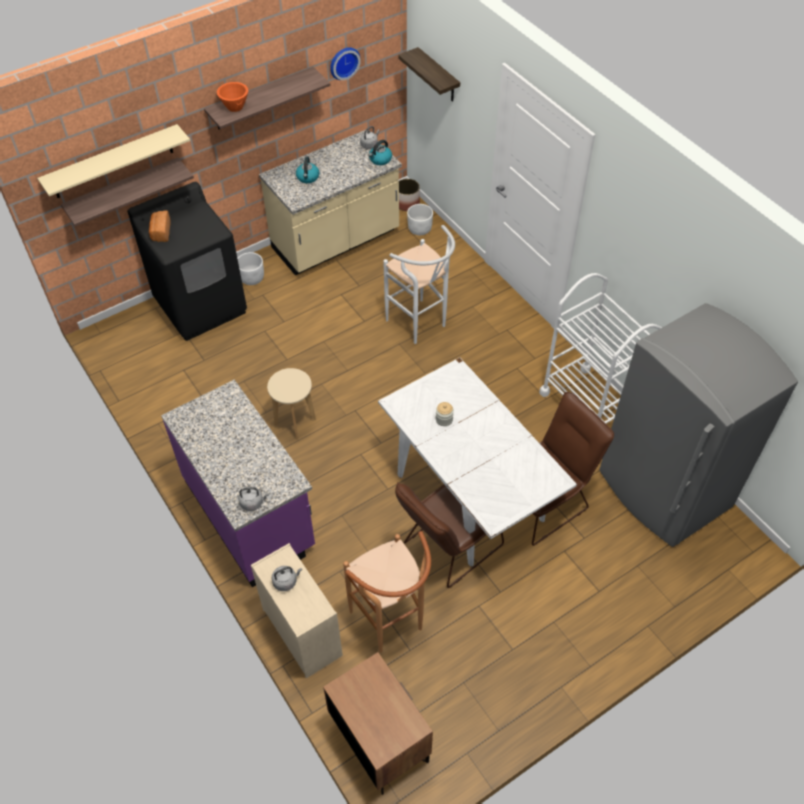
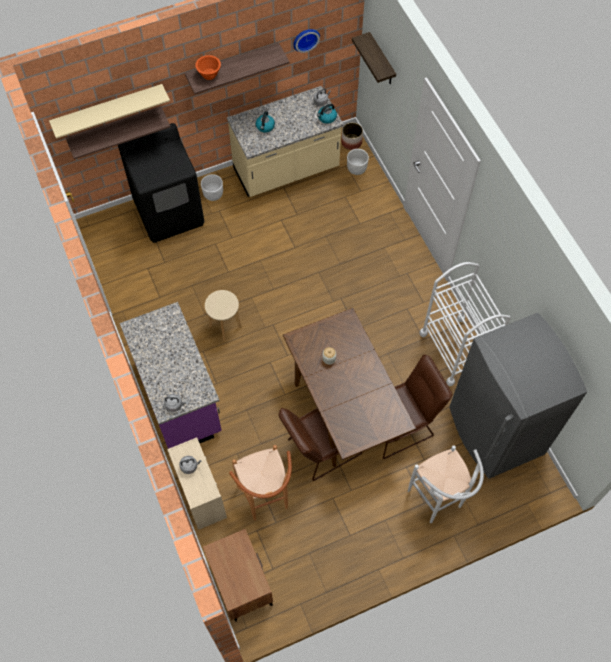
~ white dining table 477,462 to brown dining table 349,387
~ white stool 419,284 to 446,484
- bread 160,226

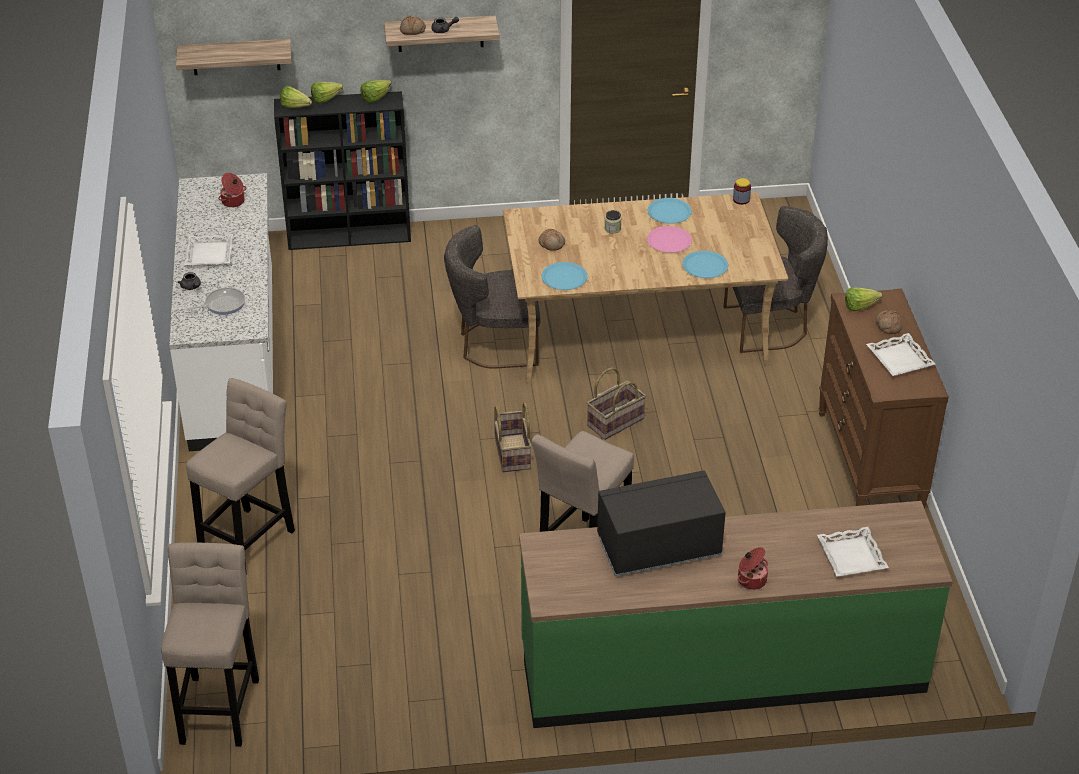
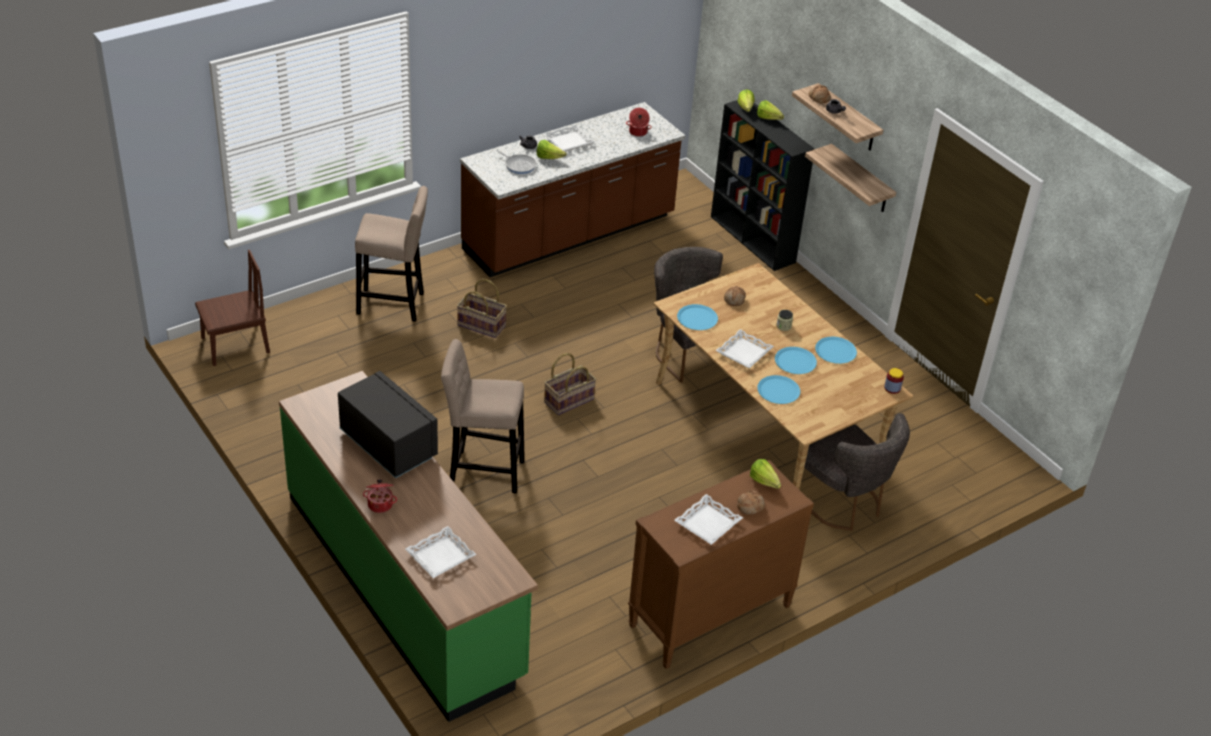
~ beige stool 210,644 to brown chair 232,308
~ basket 616,403 to 482,308
~ white counter 221,312 to brown counter 573,189
~ lettuce 375,91 to 551,149
+ white tray 744,348
~ pink plate 669,239 to blue plate 796,360
~ shelf 234,57 to 850,178

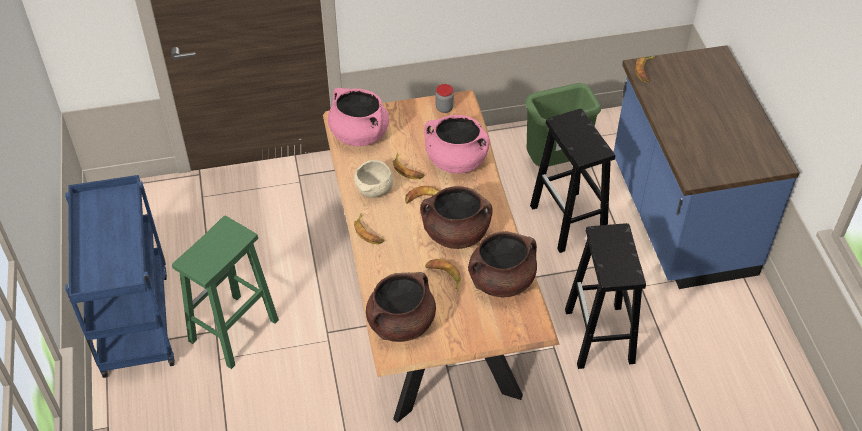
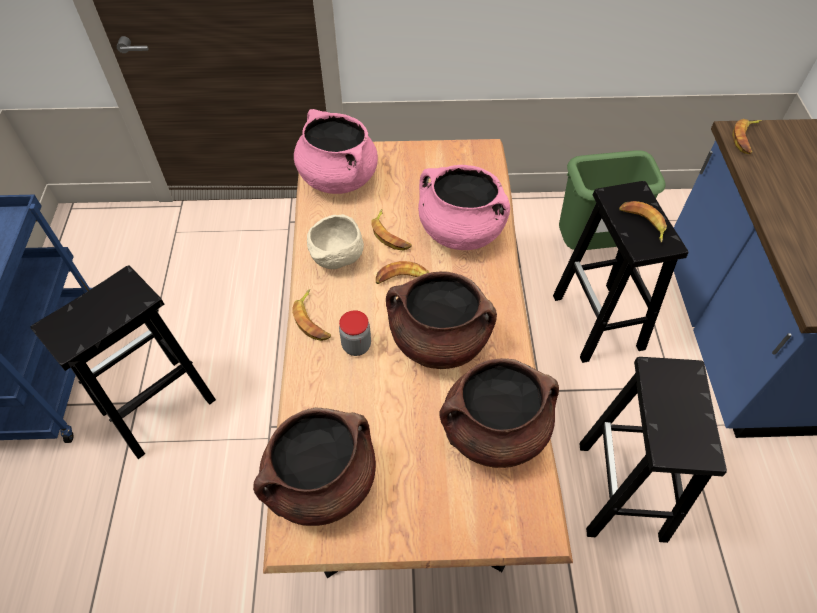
~ green stool 225,292 to black stool 123,362
~ jar 445,98 to 355,333
~ banana 443,275 to 643,222

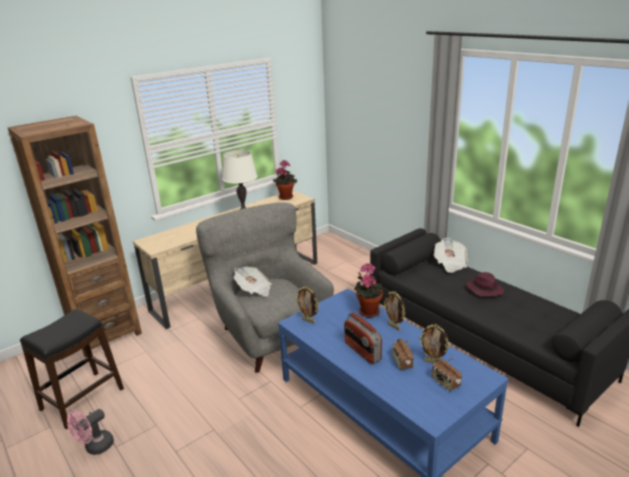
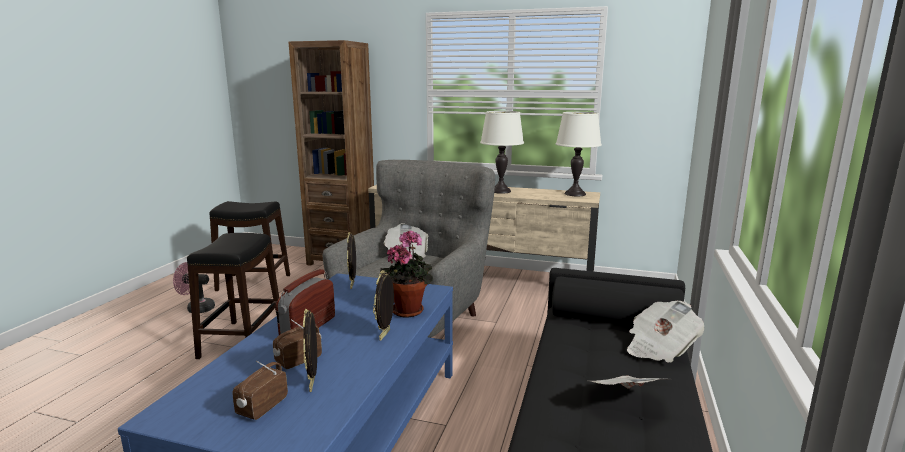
+ black stool 233,296
~ potted plant 285,180 to white table lamp 579,154
~ purple hat 485,284 to newspaper 628,382

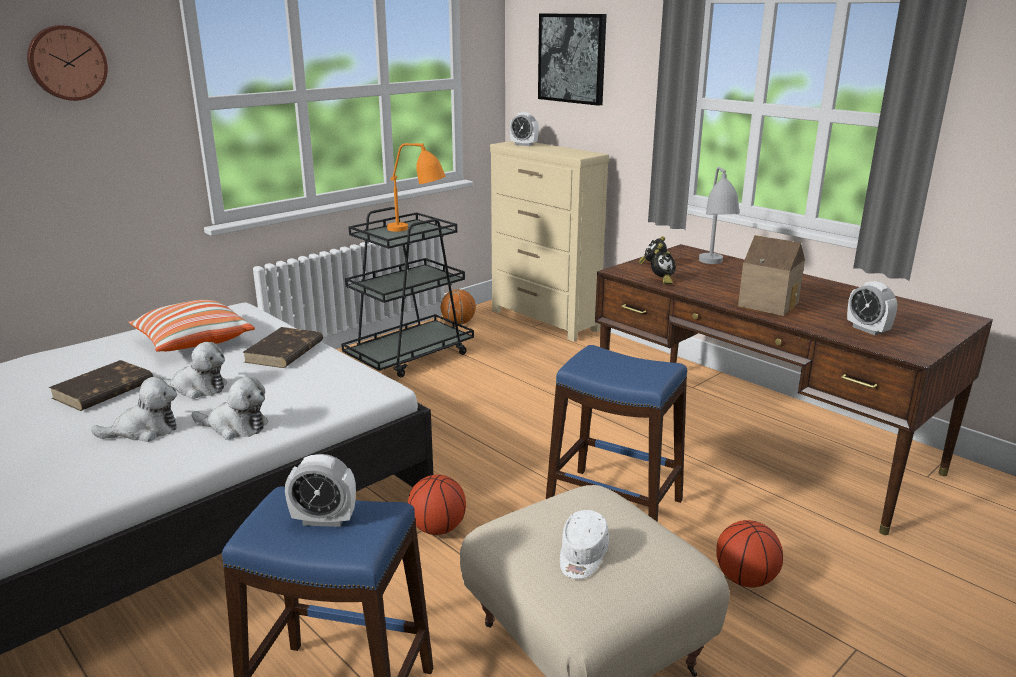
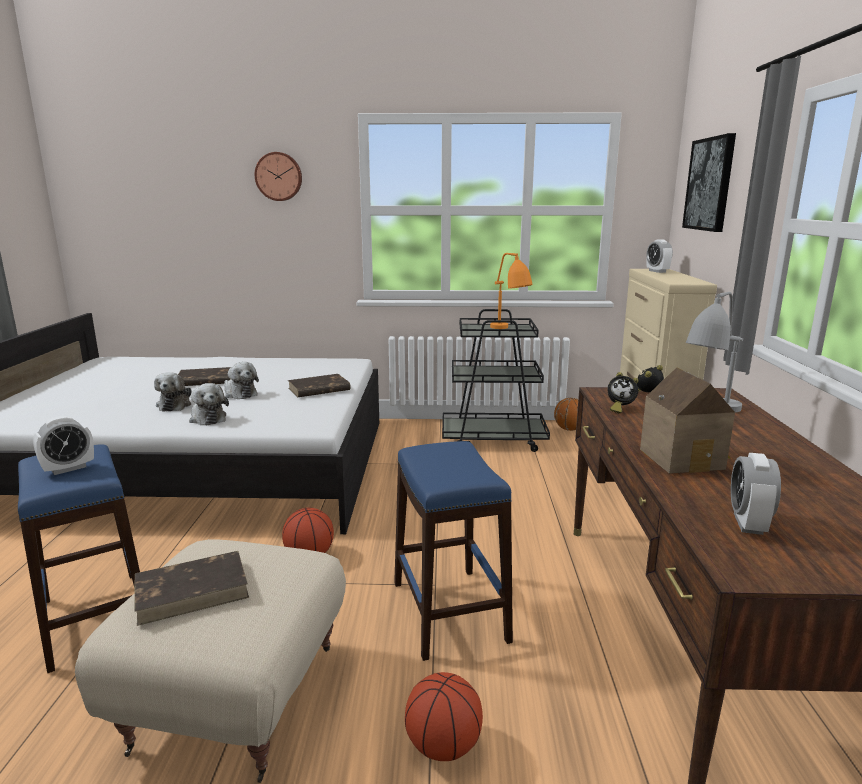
~ alarm clock 320,490 = 63,445 90 degrees counterclockwise
~ white cap 584,544 to brown book 191,588
~ plush toy 134,409 = 172,392 60 degrees clockwise
- pillow 191,326

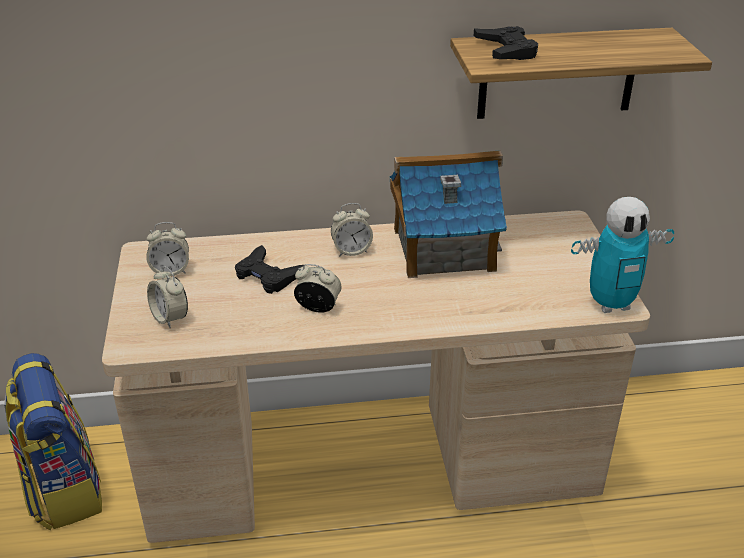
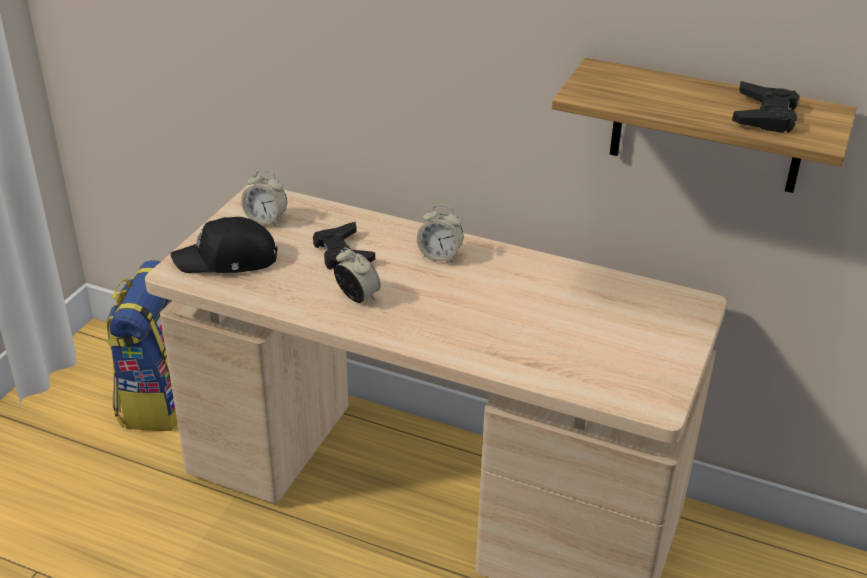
~ alarm clock 167,297 to black cap 223,245
~ black game controller 506,43 to 766,107
- toy house 448,214
- toy robot 622,255

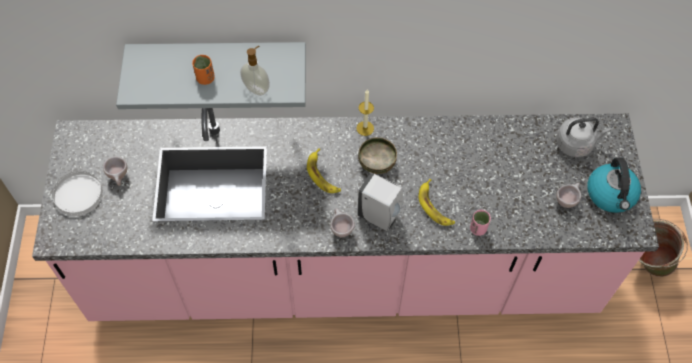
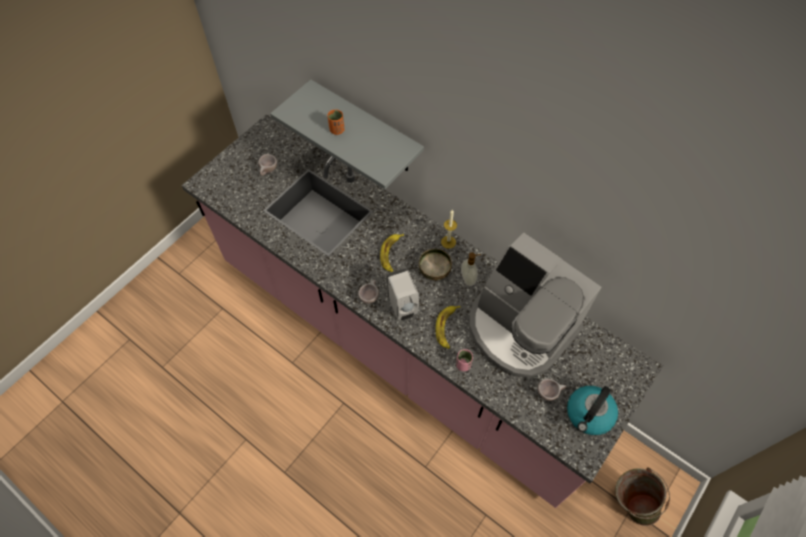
~ soap dispenser 255,71 to 471,269
+ coffee machine 535,305
- white plate 78,193
- grey kettle 583,137

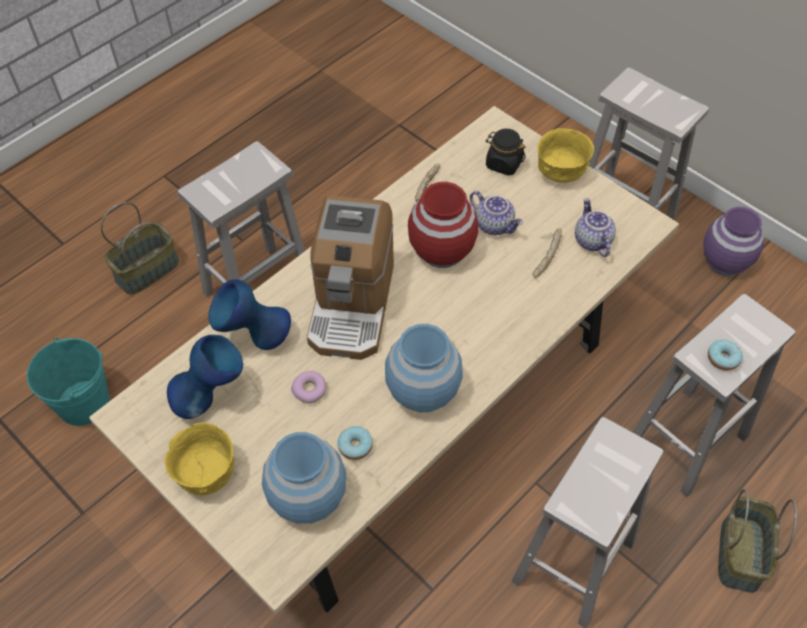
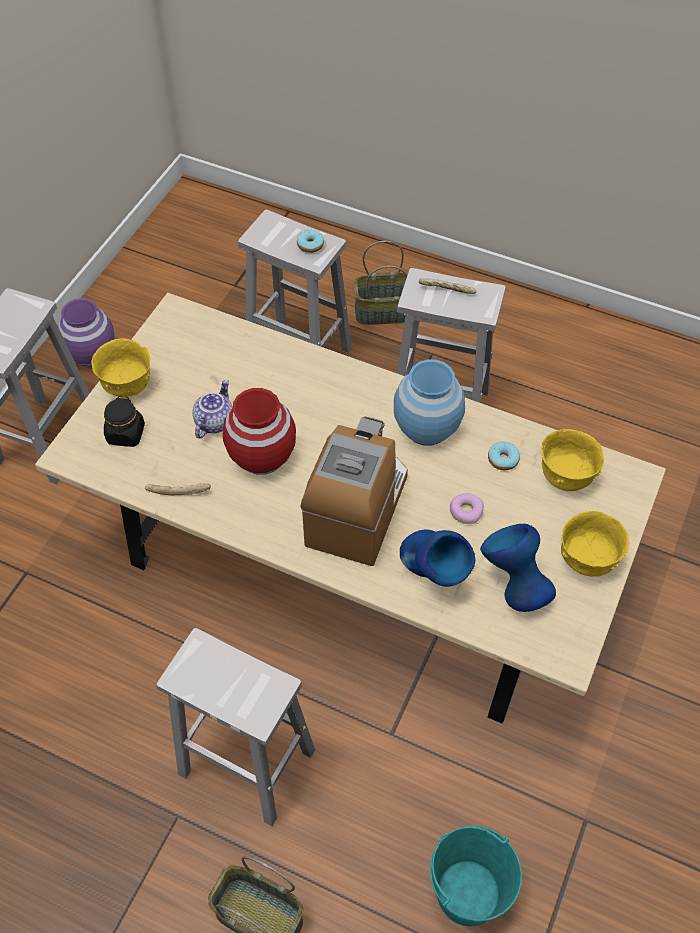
~ coffee machine 350,277 = 354,491 60 degrees counterclockwise
~ bread 547,253 to 448,286
~ blue vase 304,478 to yellow bowl 573,460
- teapot 595,227

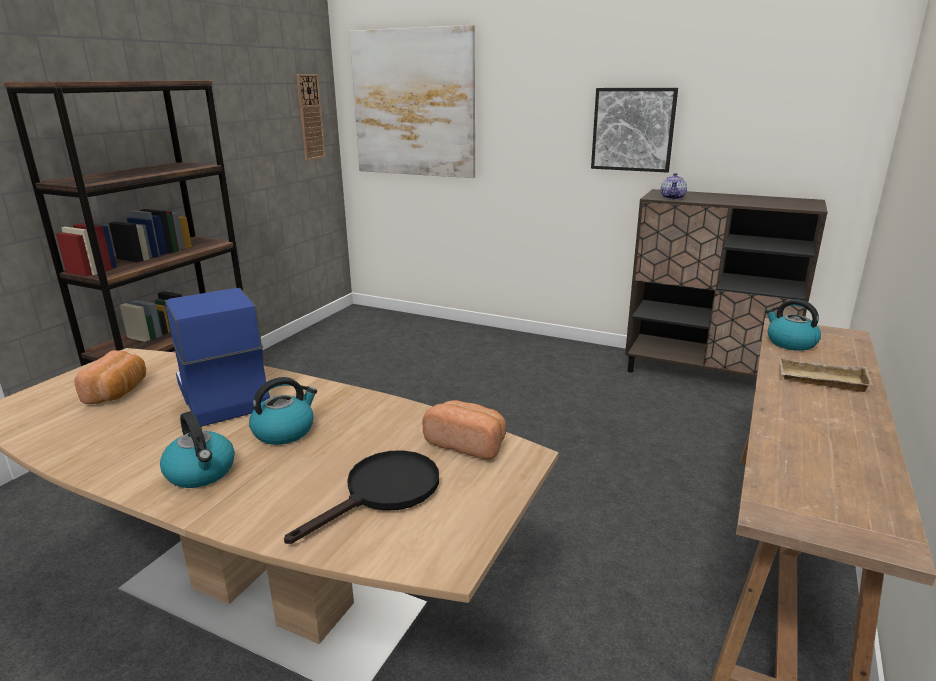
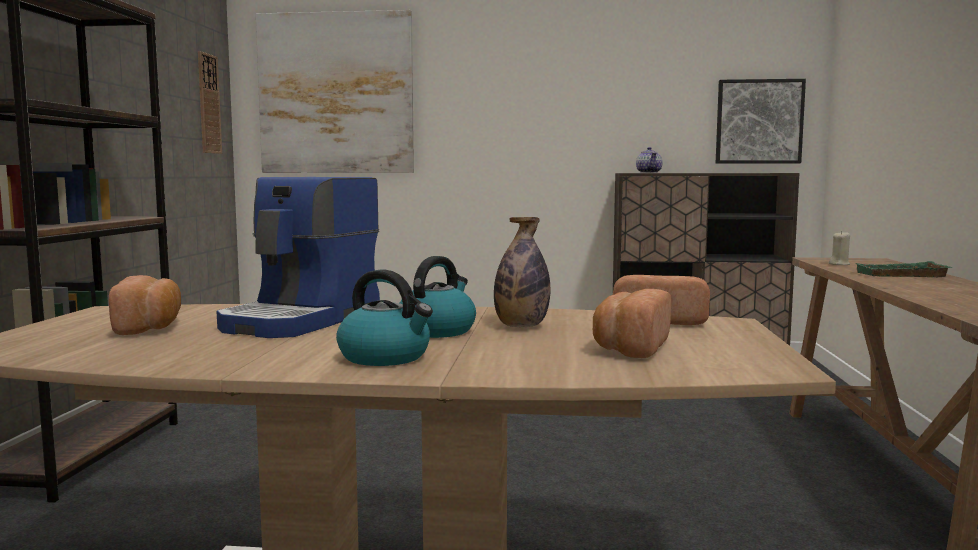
~ coffee machine 217,357 = 298,257 105 degrees counterclockwise
+ bottle 522,272
~ black frying pan 361,497 to bread 632,323
~ picture 634,130 to 761,121
~ kettle 793,325 to beige candle 839,248
~ beige tray 826,374 to green tray 904,269

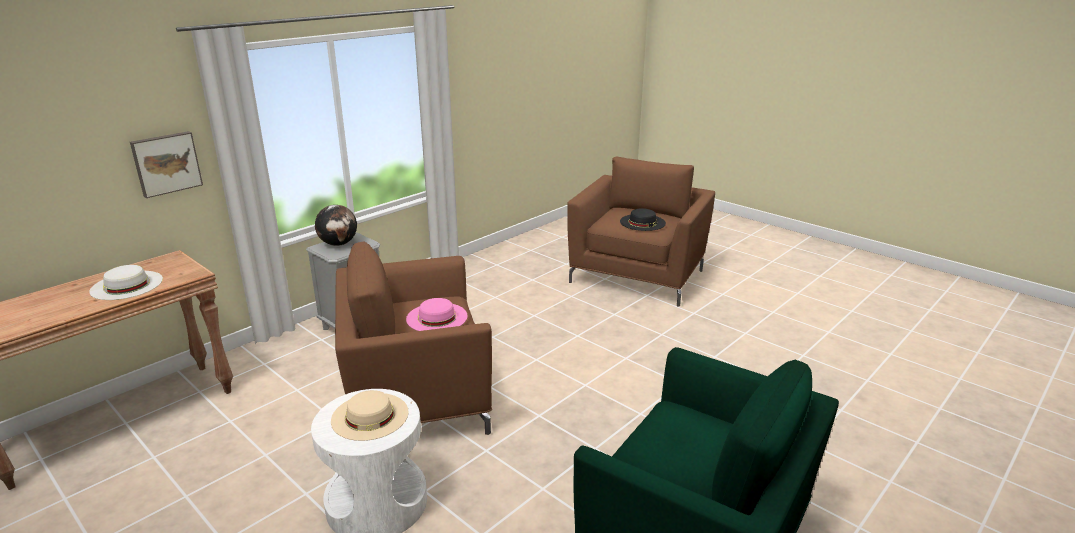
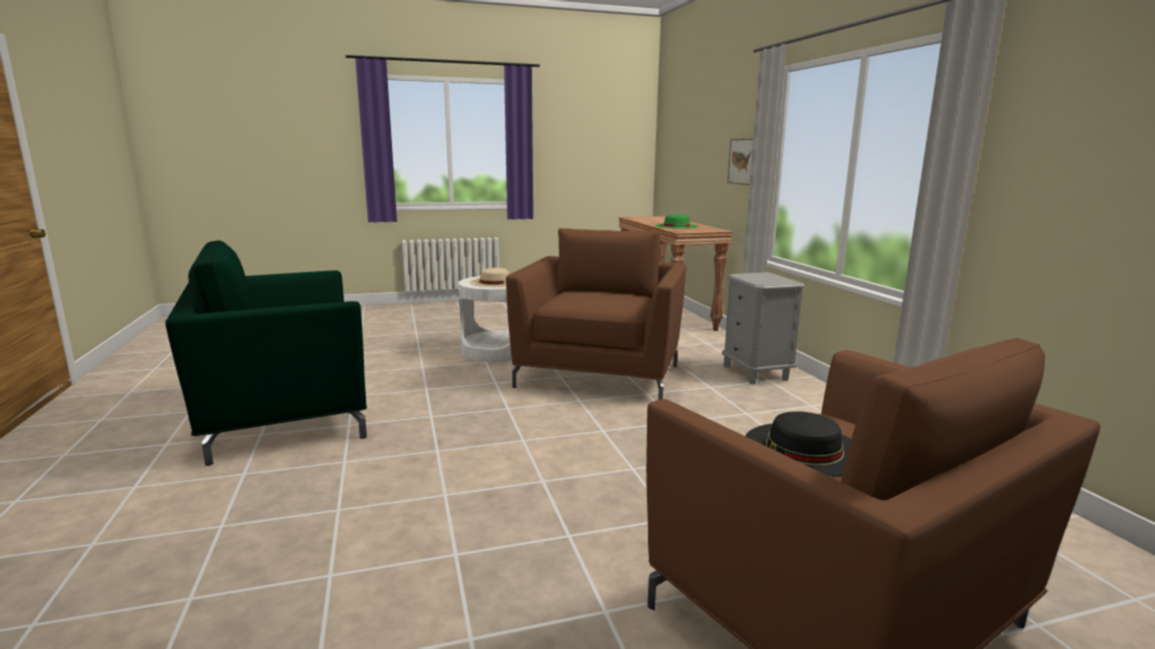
~ white hat 126,282 to green hat 677,221
- globe 336,225
- pink hat 436,314

